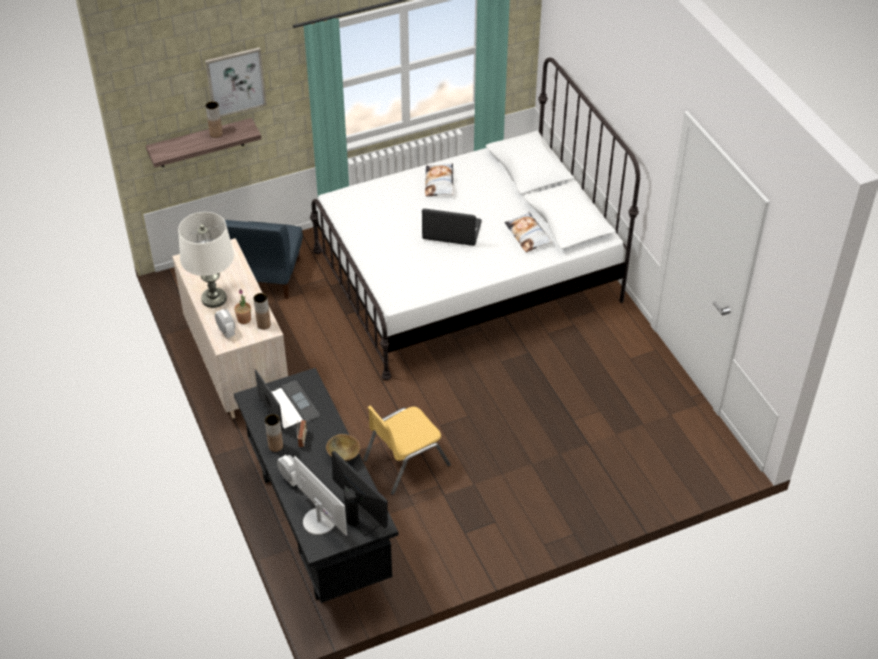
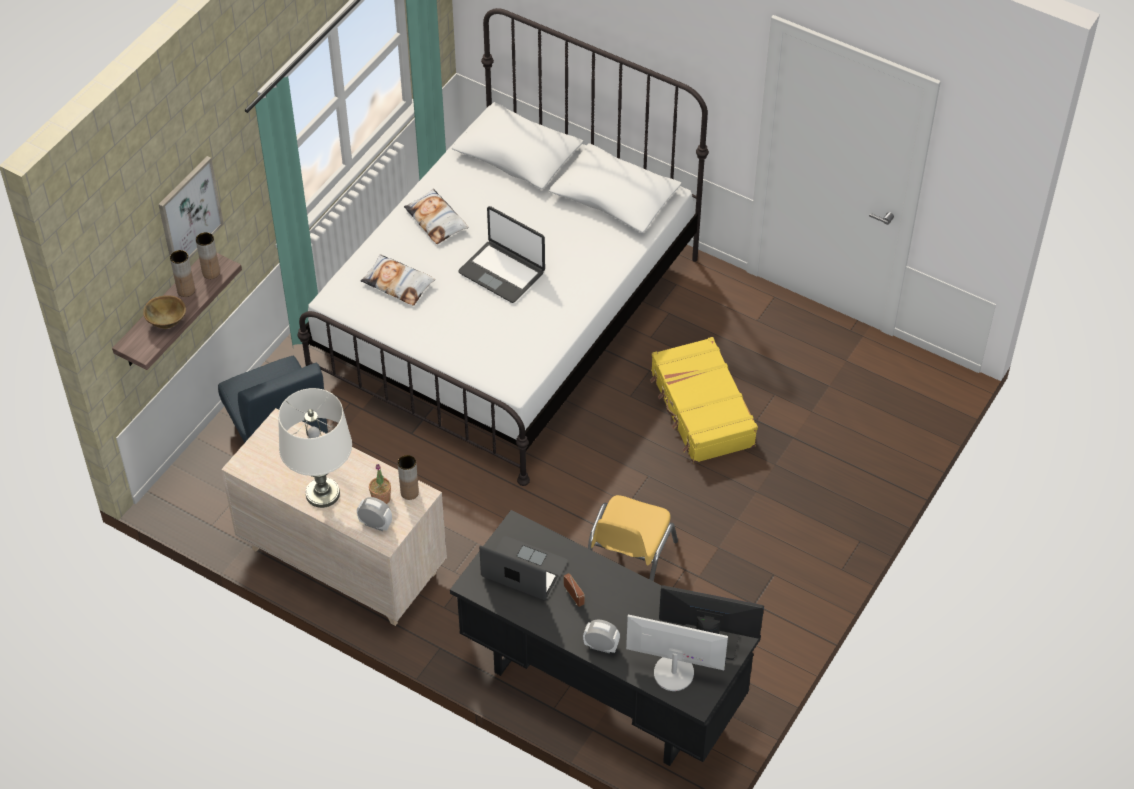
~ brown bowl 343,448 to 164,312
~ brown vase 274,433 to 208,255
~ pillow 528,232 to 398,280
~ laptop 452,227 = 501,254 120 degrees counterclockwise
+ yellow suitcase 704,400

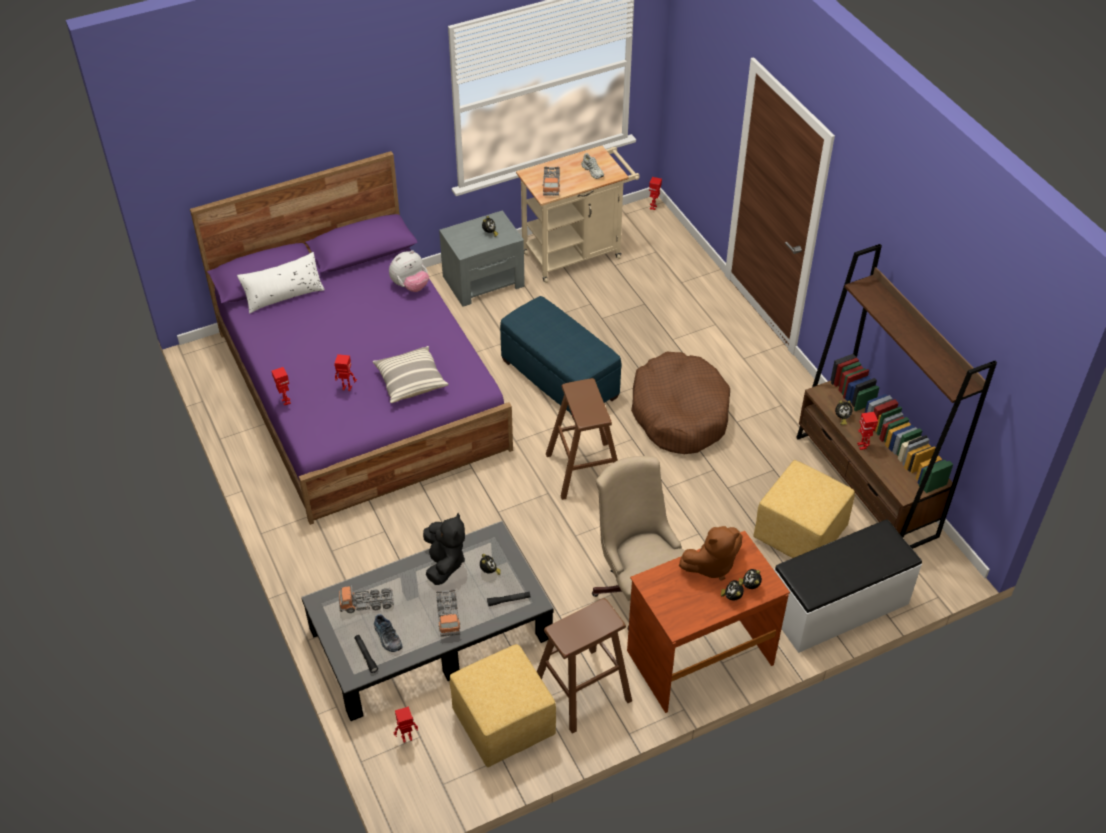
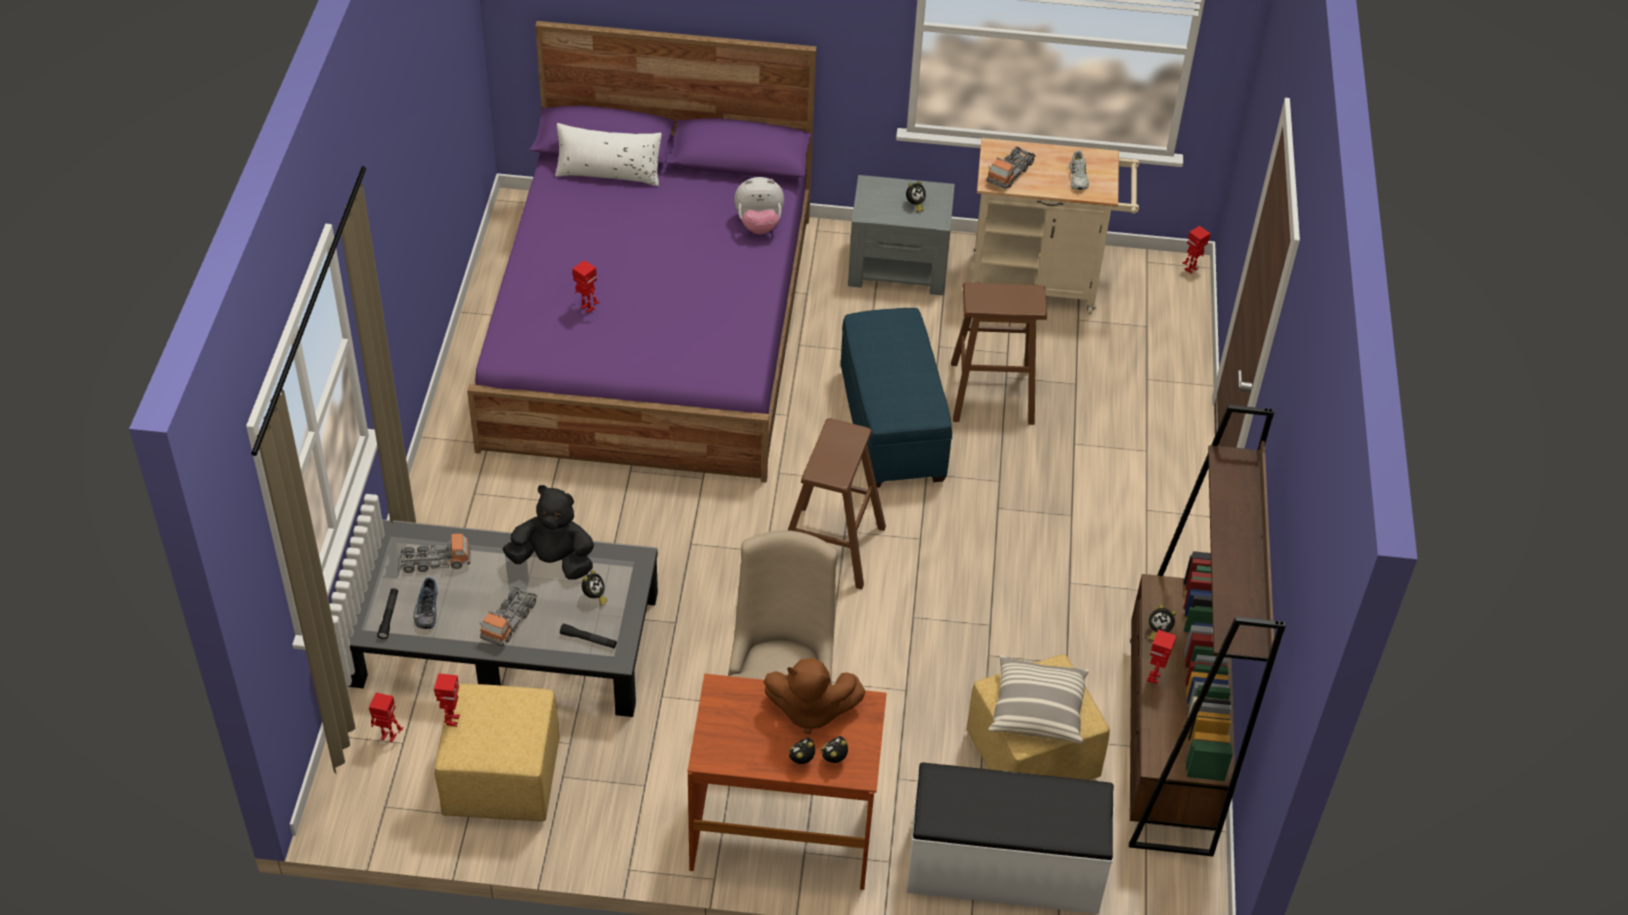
~ toy truck 366,599 = 435,553 150 degrees clockwise
~ toy robot 281,386 to 447,700
~ black plush toy 444,549 = 548,532 105 degrees counterclockwise
~ brown stool 584,666 to 999,353
~ pillow 410,374 to 1038,699
- brown dog bed 680,402

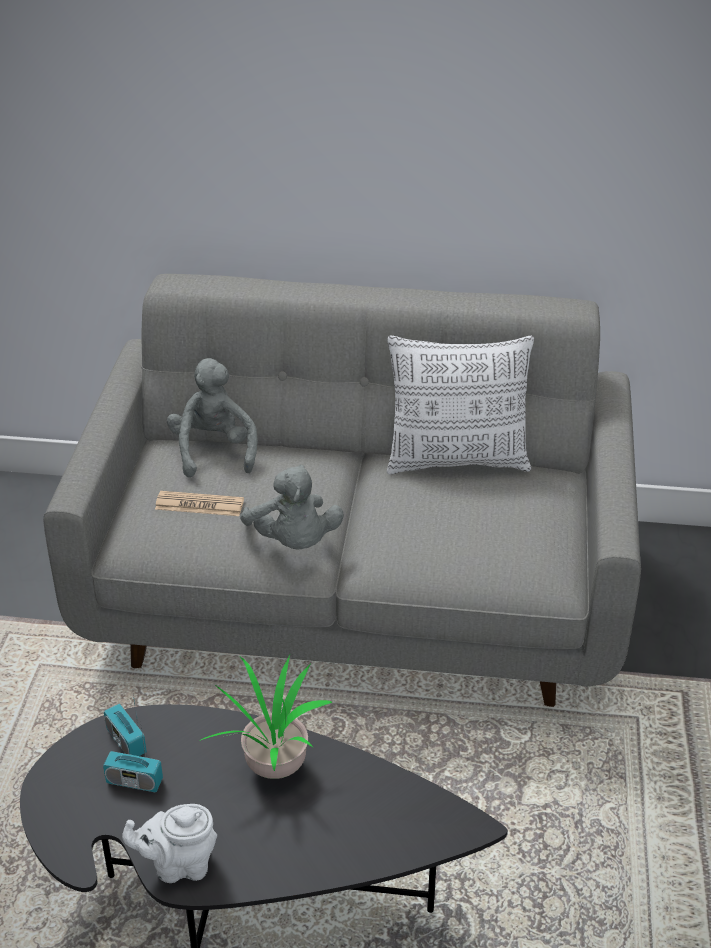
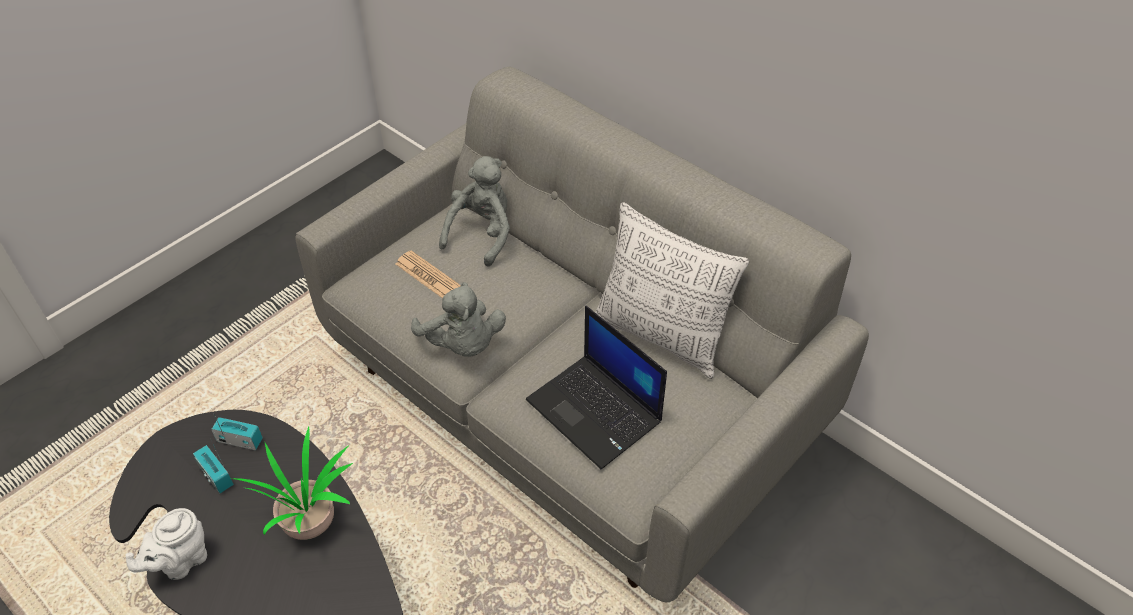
~ white teapot 169,843 = 166,544 75 degrees counterclockwise
~ radio 125,722 = 237,431 105 degrees clockwise
~ grey plush toy 292,507 = 458,319 45 degrees counterclockwise
+ laptop 596,387

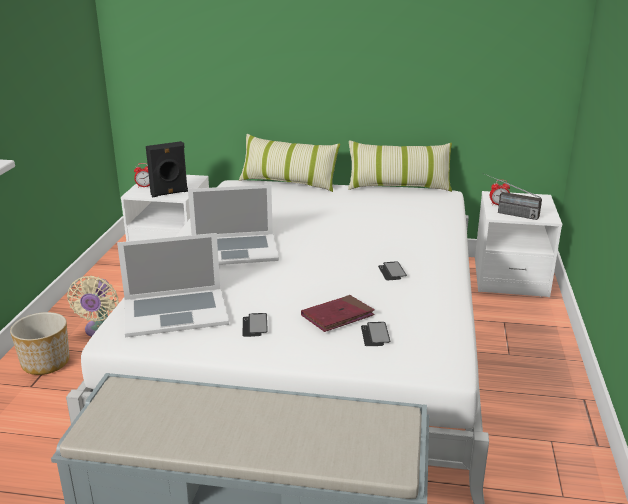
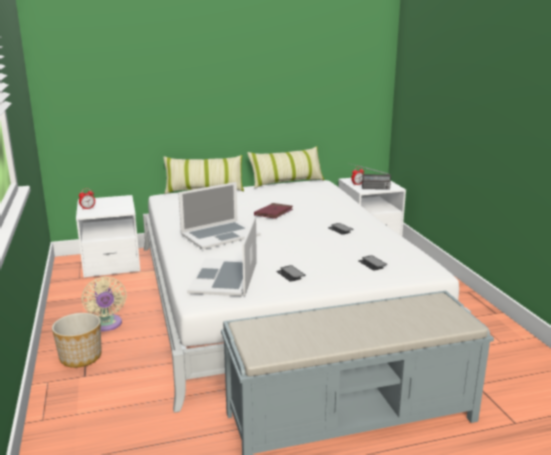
~ laptop 173,285 = 222,256 135 degrees clockwise
~ red book 338,313 to 273,211
- black speaker 167,169

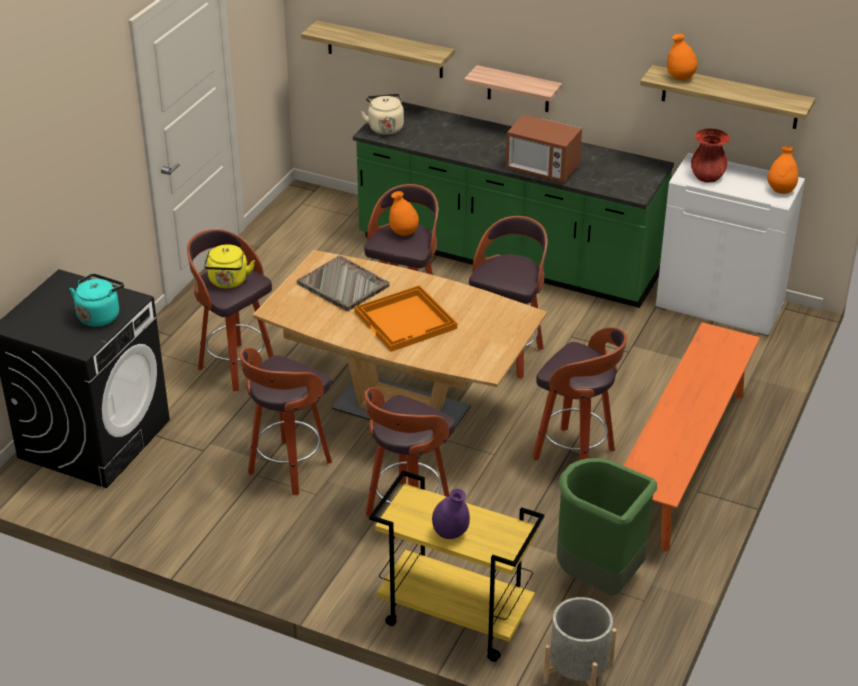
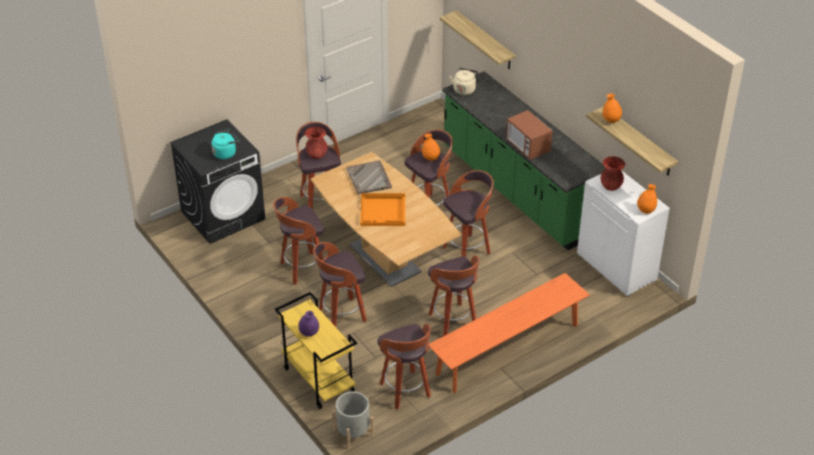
~ yellow kettle 229,266 to red vase 316,142
~ green trash can 607,527 to stool 404,366
- shelf 513,88

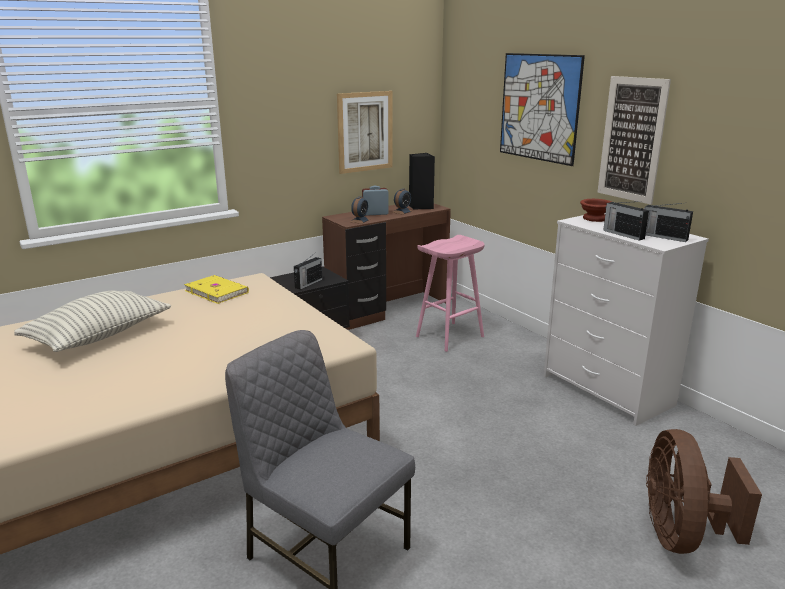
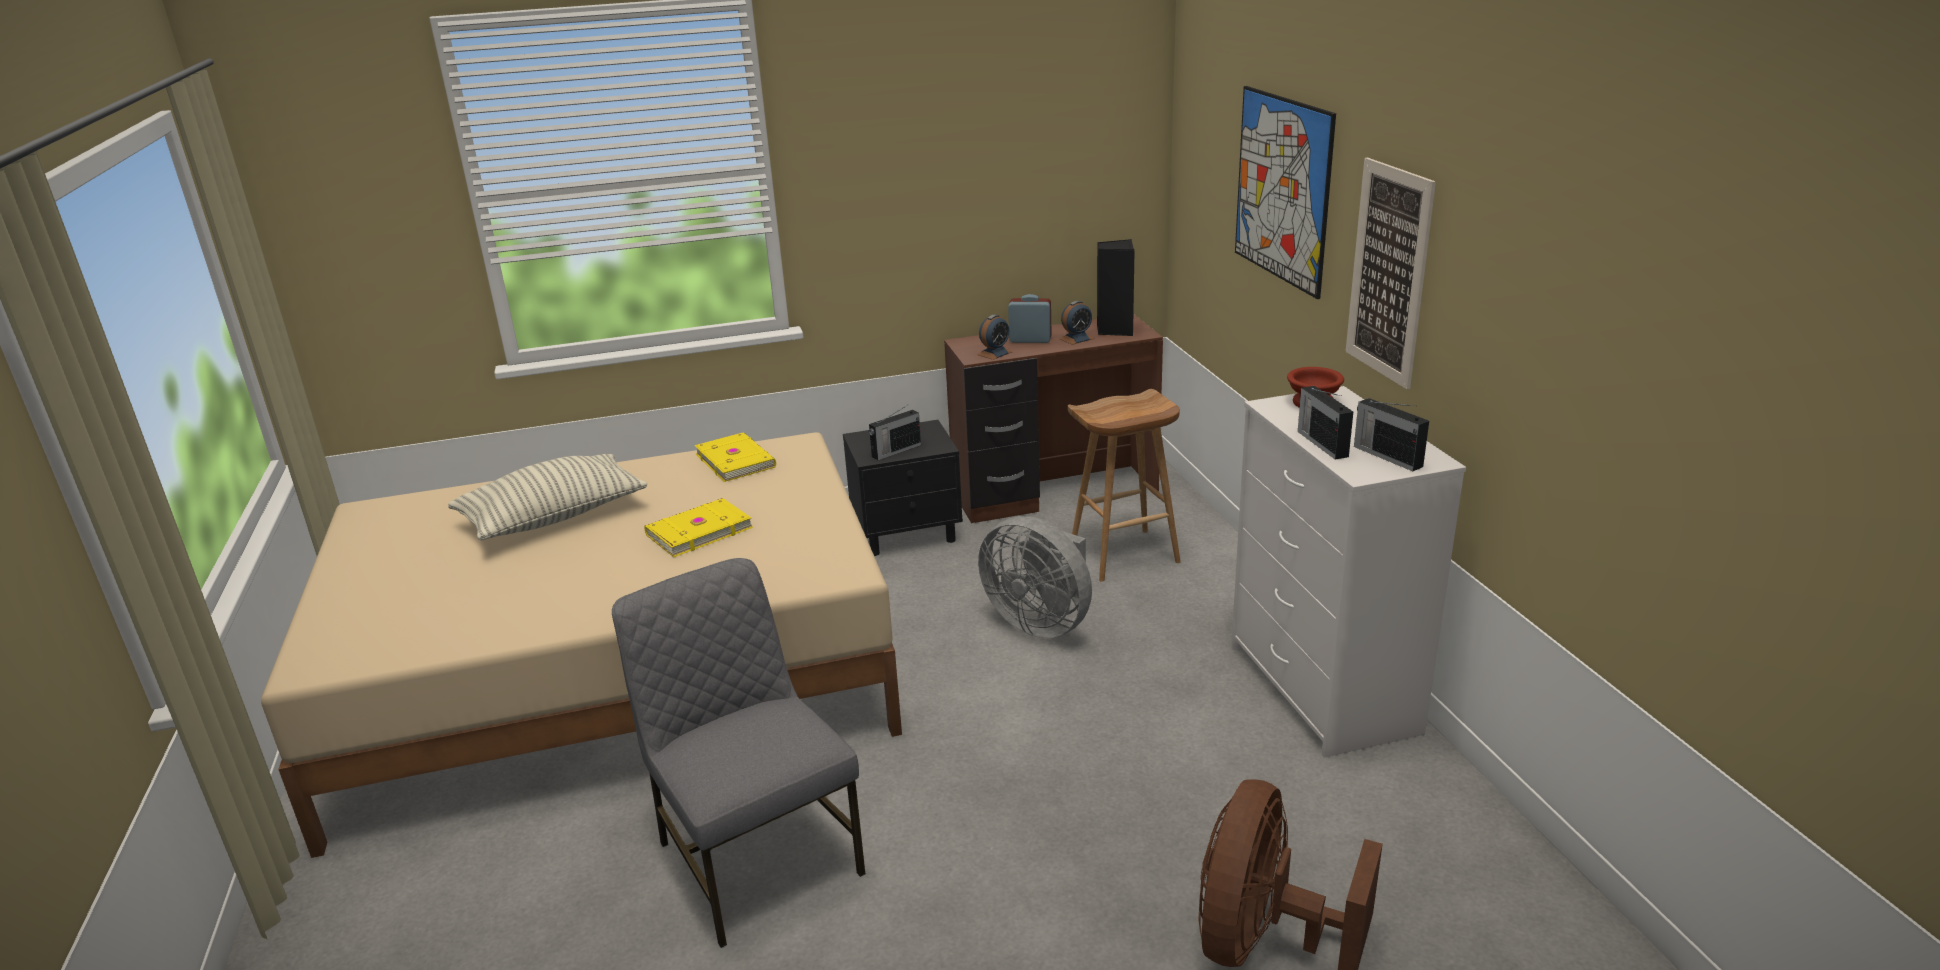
+ yellow book 698,527
+ grey fan 1035,577
~ pink stool 450,293 to brown stool 1124,485
- picture 365,132

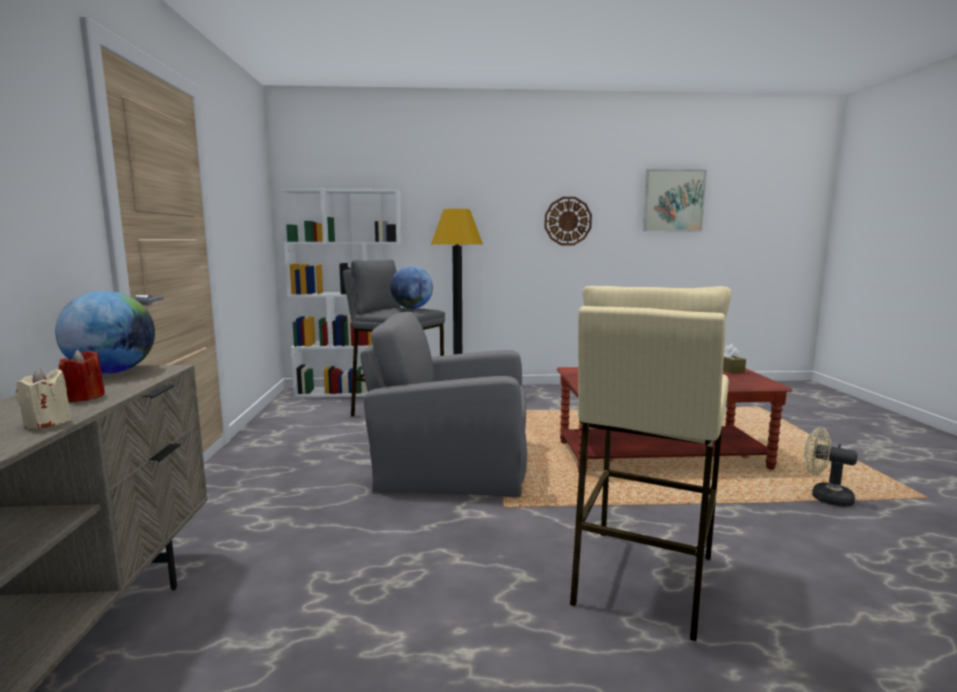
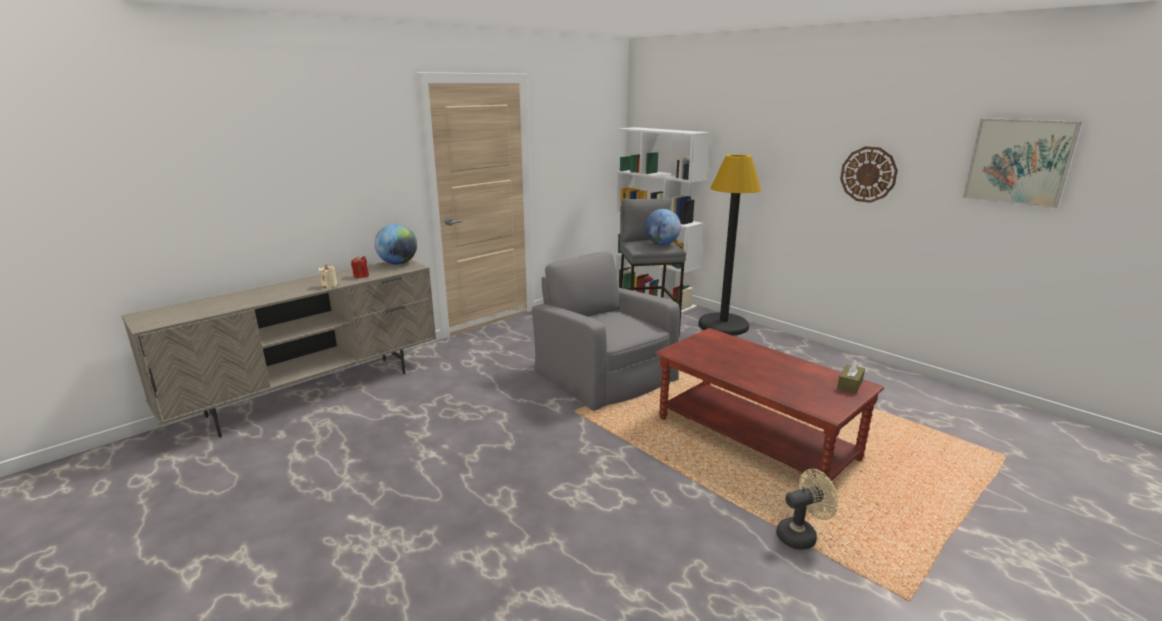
~ beige fan 831,467 = 807,509 75 degrees clockwise
- beige stool 650,464

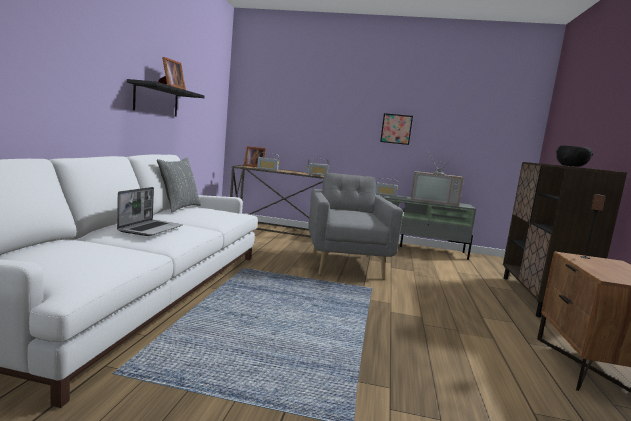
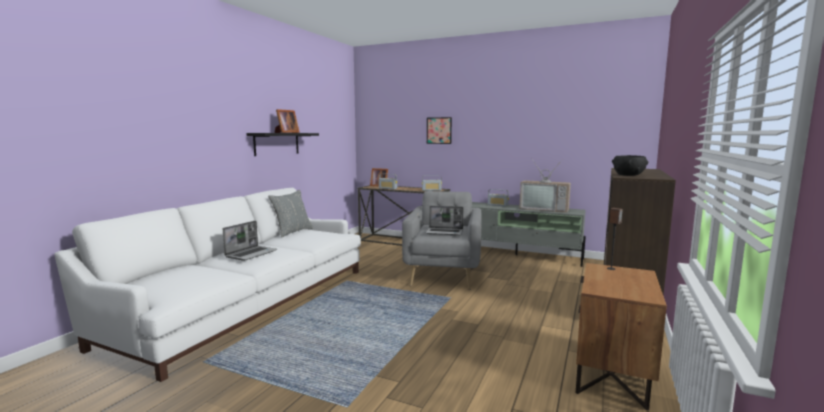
+ laptop 445,221
~ picture 396,129 to 439,130

